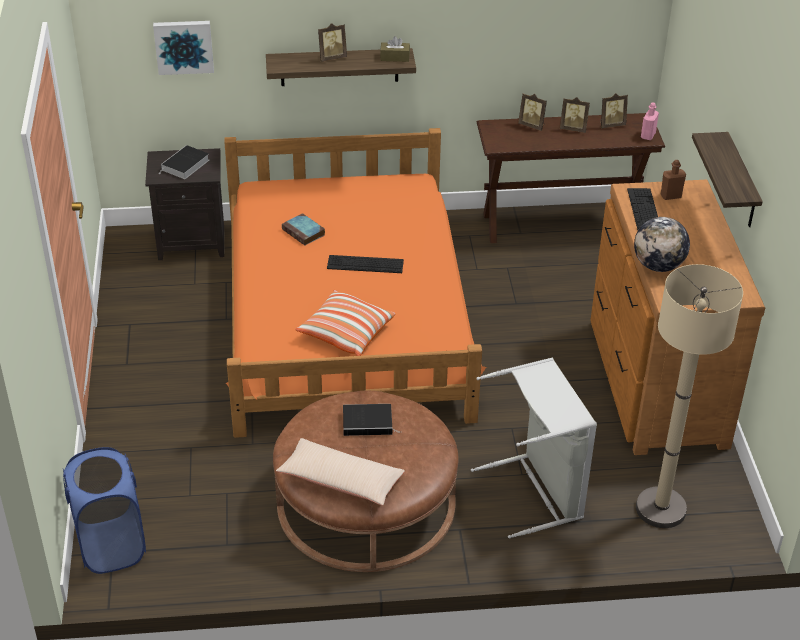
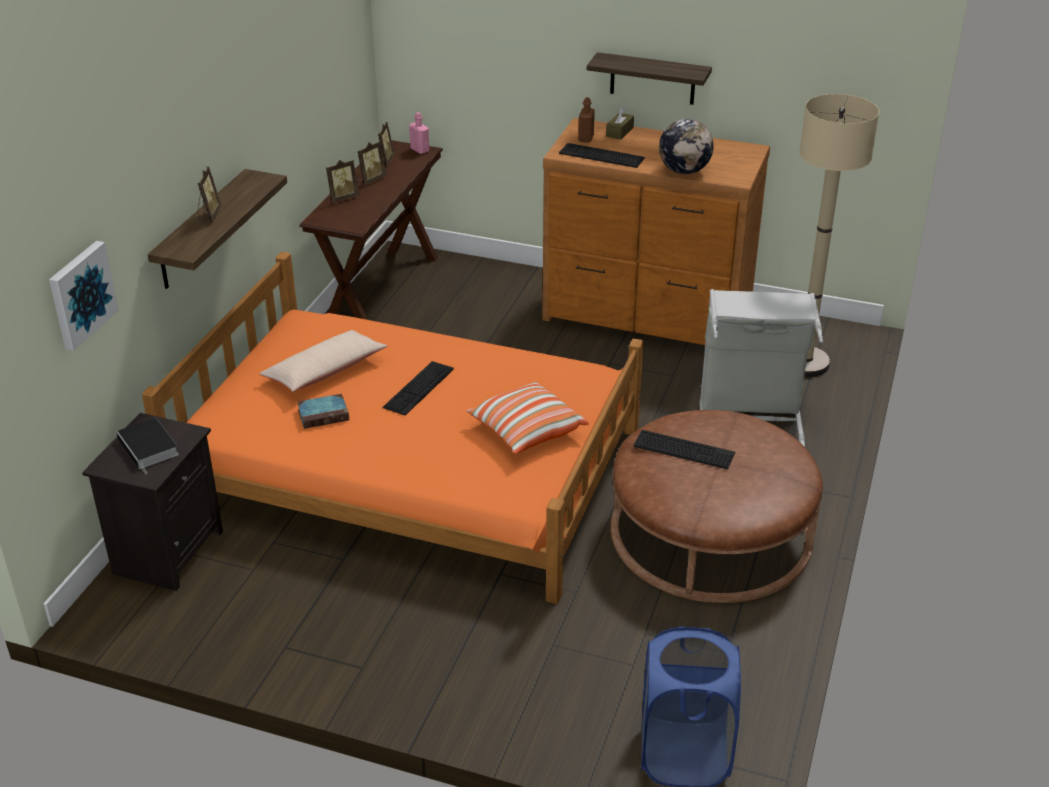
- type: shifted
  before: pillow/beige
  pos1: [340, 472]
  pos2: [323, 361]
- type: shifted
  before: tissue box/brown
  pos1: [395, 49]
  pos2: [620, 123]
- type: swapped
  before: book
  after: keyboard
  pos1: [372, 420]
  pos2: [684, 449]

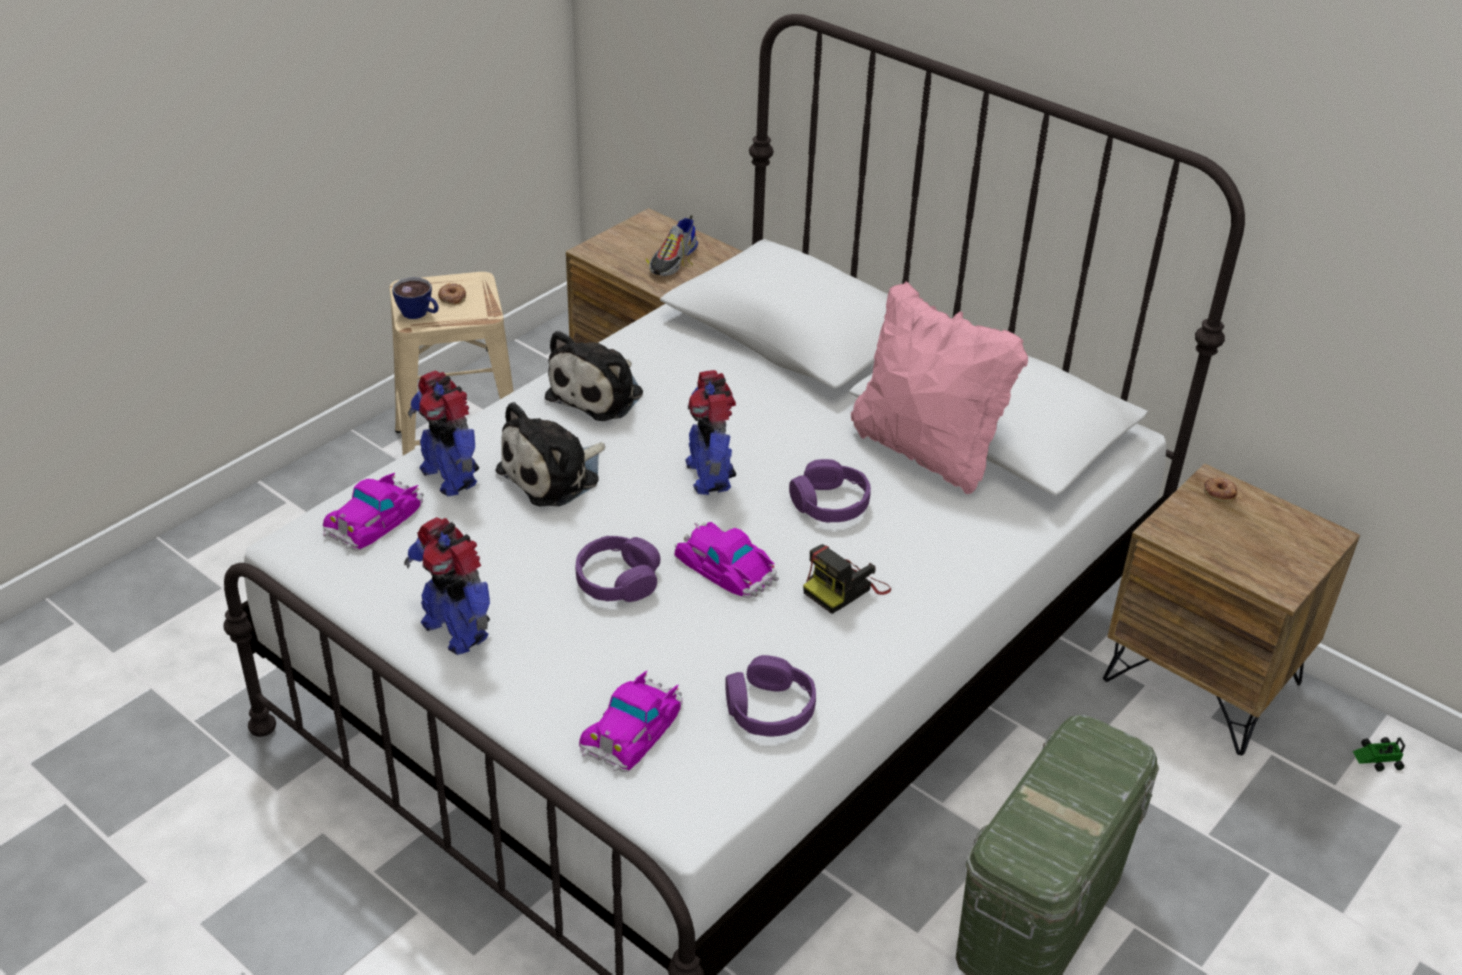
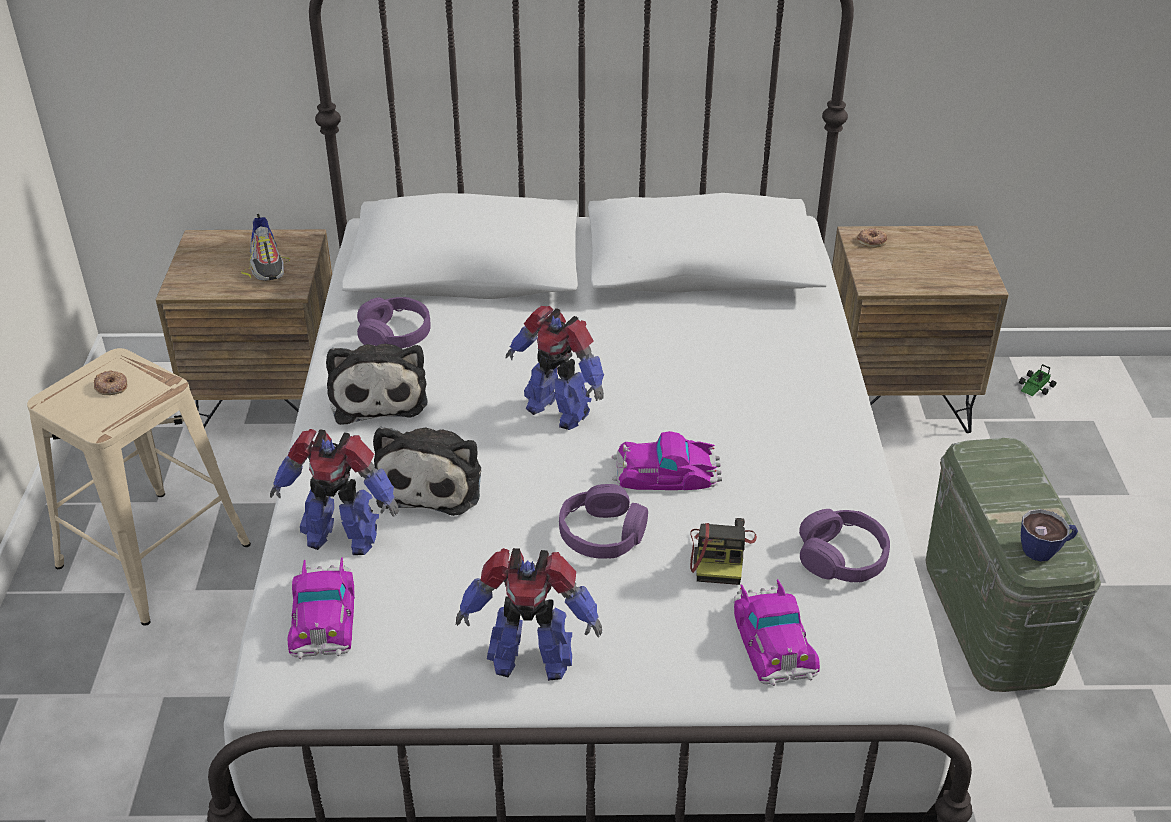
- type: shifted
  before: headphones/purple
  pos1: [830, 491]
  pos2: [394, 323]
- type: shifted
  before: photo camera
  pos1: [847, 579]
  pos2: [723, 551]
- type: shifted
  before: cup
  pos1: [415, 298]
  pos2: [1049, 535]
- type: gone
  before: pillow/pink
  pos1: [939, 387]

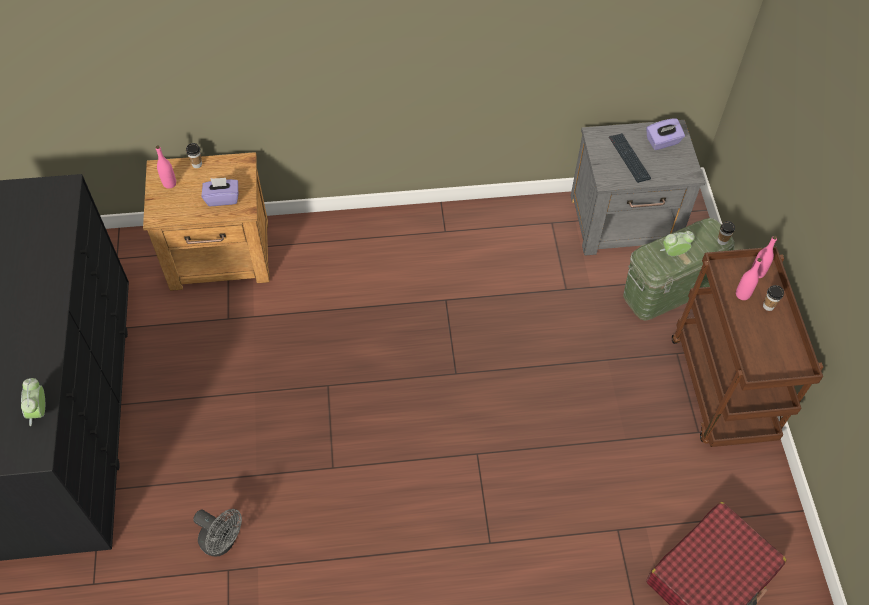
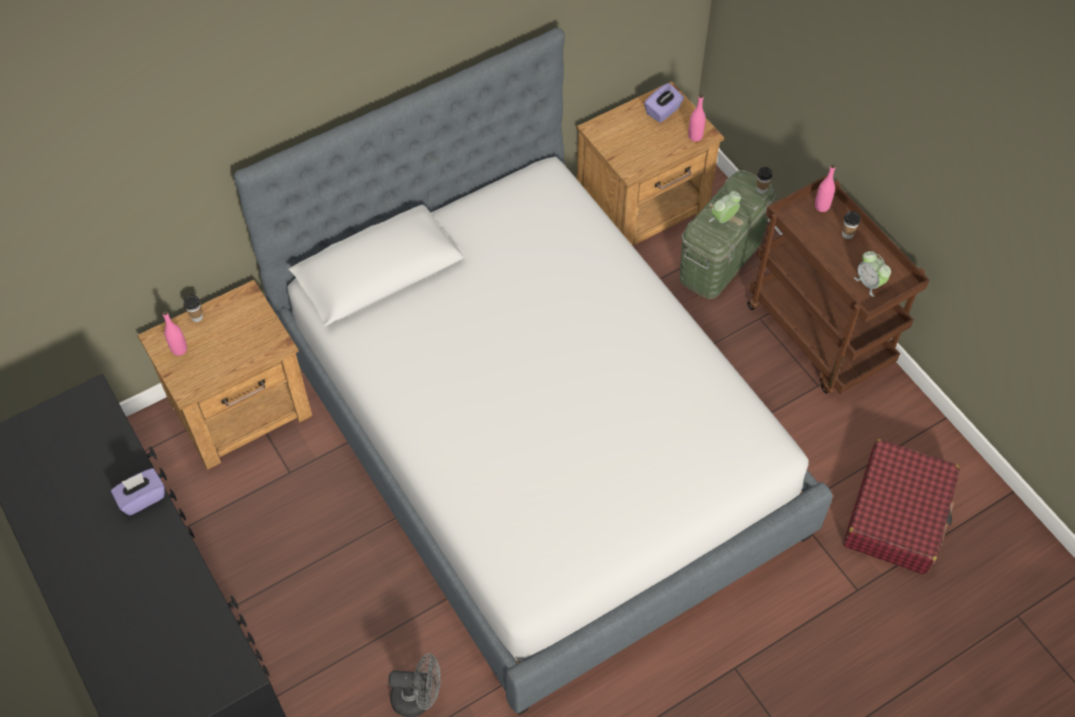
- type: shifted
  before: tissue box/purple
  pos1: [220, 192]
  pos2: [138, 492]
- type: new
  after: bed
  pos2: [533, 372]
- type: repainted
  before: nightstand/grey
  after: nightstand/brown
  pos1: [638, 188]
  pos2: [650, 164]
- type: shifted
  before: bottle/pink
  pos1: [749, 279]
  pos2: [697, 118]
- type: shifted
  before: alarm clock
  pos1: [33, 402]
  pos2: [872, 274]
- type: gone
  before: keyboard
  pos1: [630, 158]

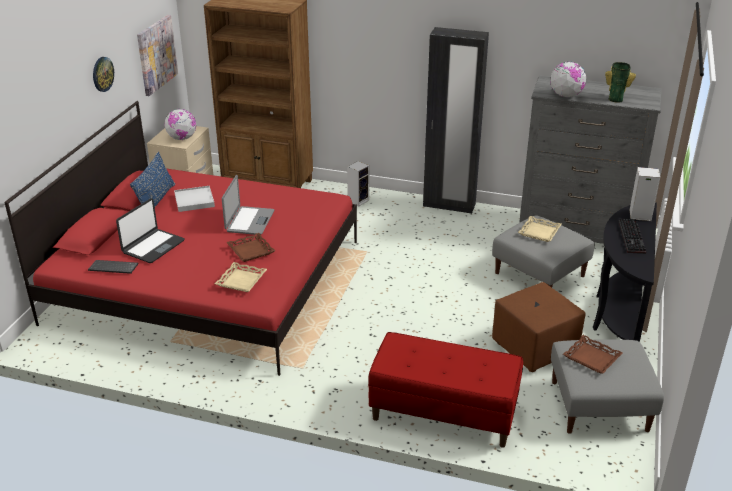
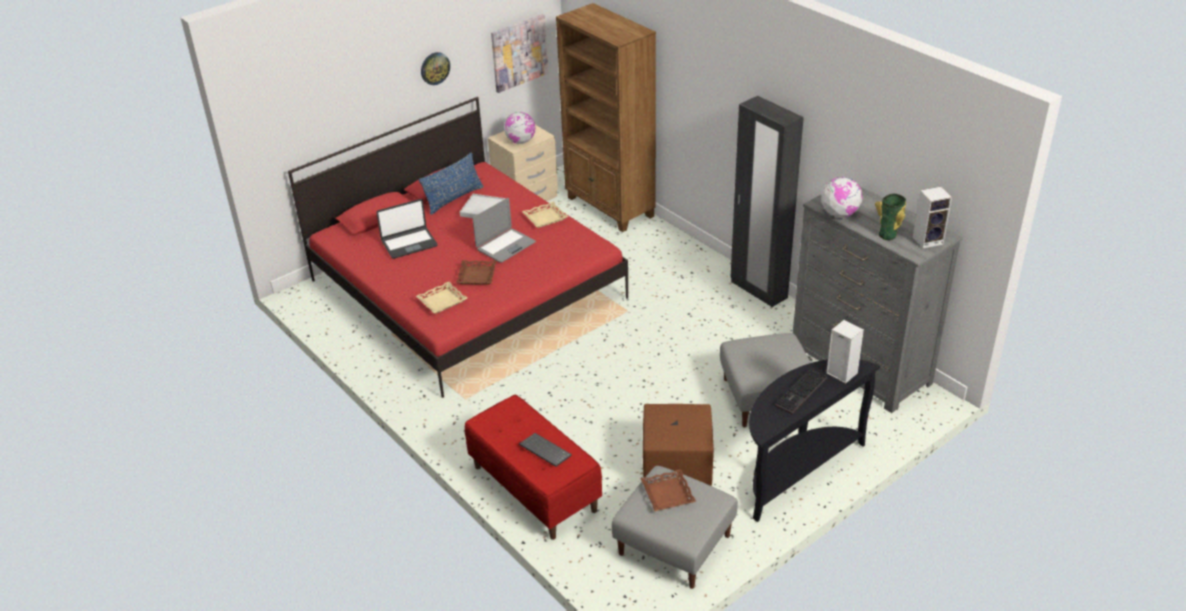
- type: shifted
  before: keyboard
  pos1: [113, 267]
  pos2: [545, 450]
- type: shifted
  before: tray/beige
  pos1: [540, 229]
  pos2: [545, 215]
- type: shifted
  before: speaker
  pos1: [358, 183]
  pos2: [932, 217]

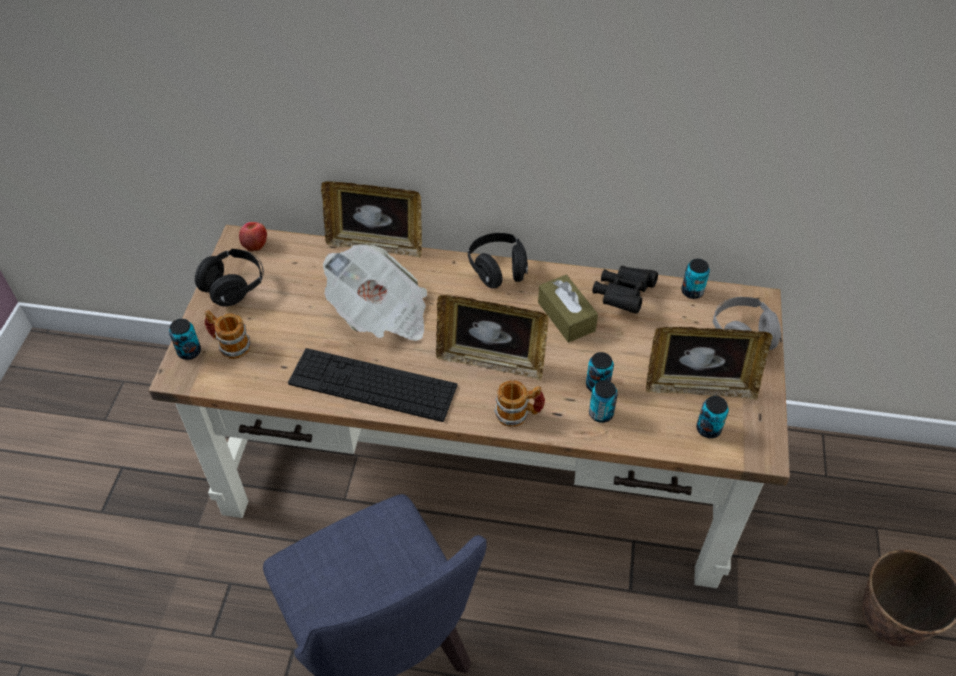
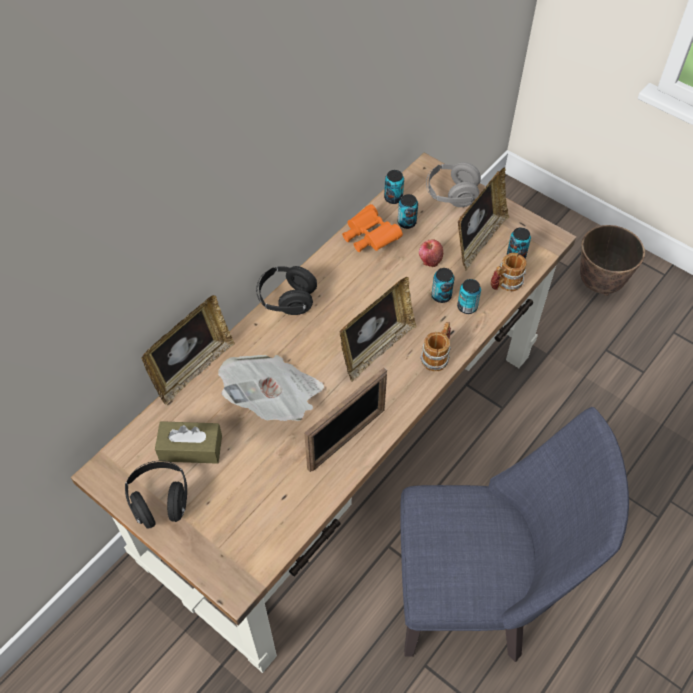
- type: shifted
  before: tissue box/brown
  pos1: [568, 308]
  pos2: [188, 442]
- type: swapped
  before: keyboard
  after: picture frame
  pos1: [373, 385]
  pos2: [345, 420]
- type: repainted
  before: binoculars/black
  after: binoculars/orange
  pos1: [625, 290]
  pos2: [372, 228]
- type: shifted
  before: can
  pos1: [185, 339]
  pos2: [407, 211]
- type: shifted
  before: apple
  pos1: [253, 237]
  pos2: [431, 253]
- type: shifted
  before: mug
  pos1: [228, 334]
  pos2: [509, 272]

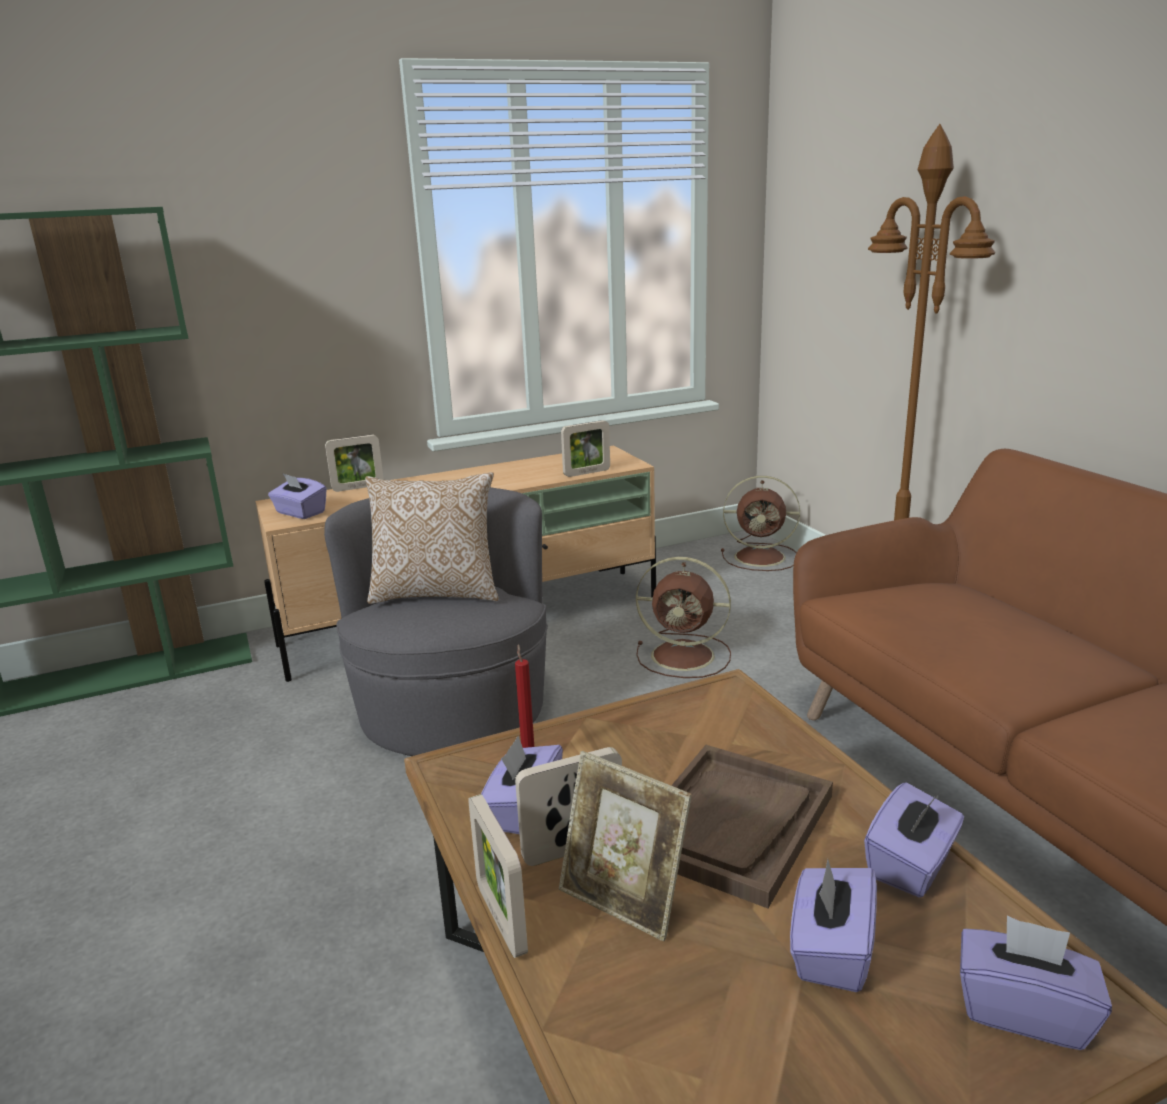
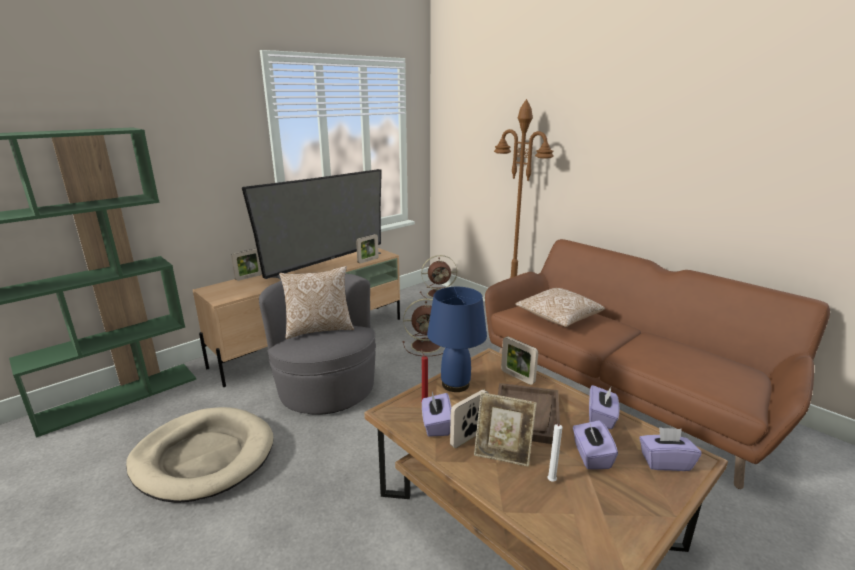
- type: new
  after: dog bed/beige
  pos2: [200, 455]
- type: new
  after: television
  pos2: [312, 224]
- type: new
  after: table lamp/blue
  pos2: [457, 339]
- type: shifted
  before: picture frame
  pos1: [498, 876]
  pos2: [519, 360]
- type: new
  after: pillow
  pos2: [560, 307]
- type: new
  after: candle/white
  pos2: [554, 452]
- type: gone
  before: tissue box/purple
  pos1: [297, 496]

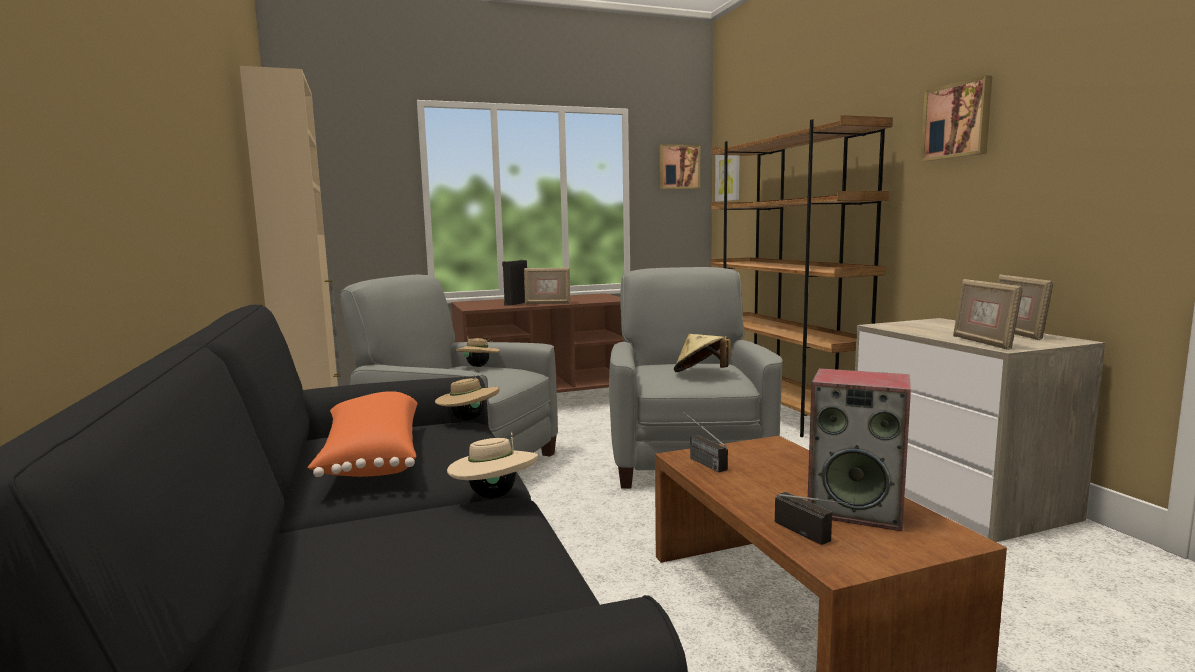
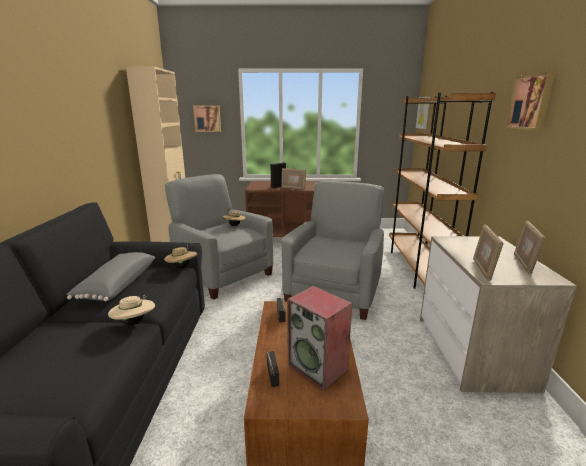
- type: repainted
  before: pillow/orange
  after: pillow/grey
  pos1: [362, 434]
  pos2: [110, 276]
- type: shifted
  before: picture
  pos1: [680, 166]
  pos2: [207, 118]
- type: gone
  before: hat/beige
  pos1: [702, 353]

